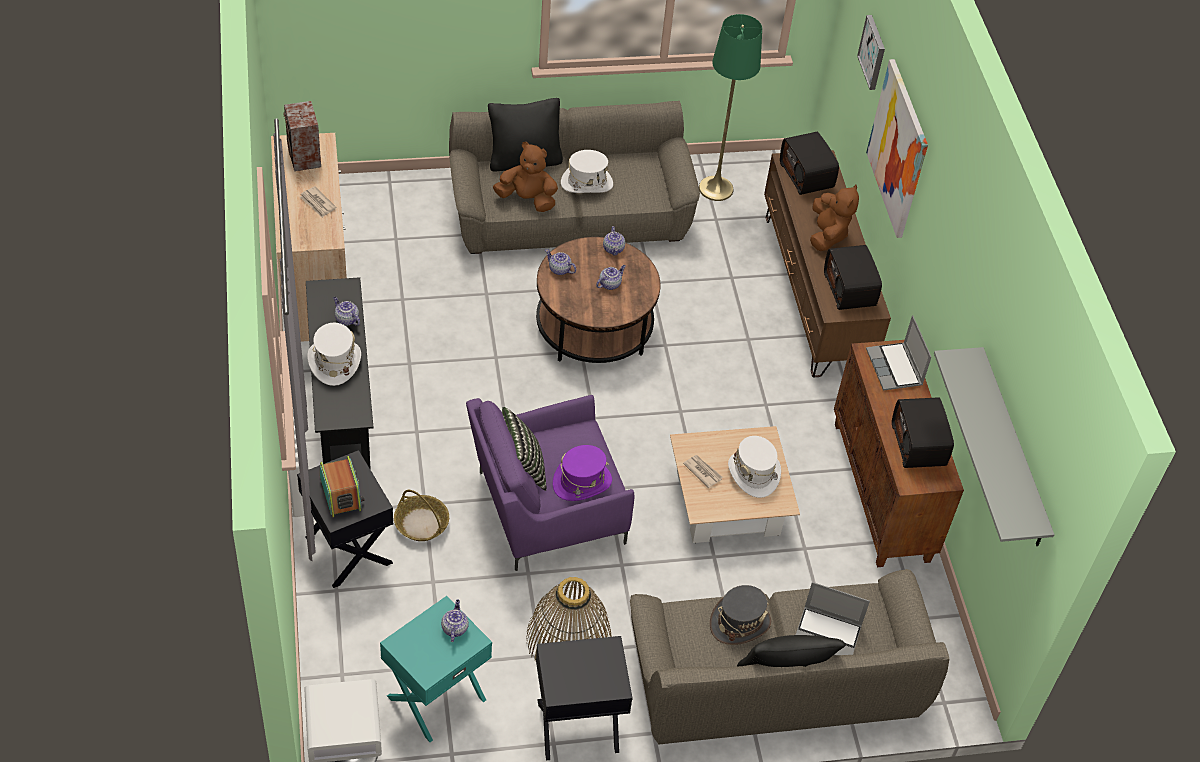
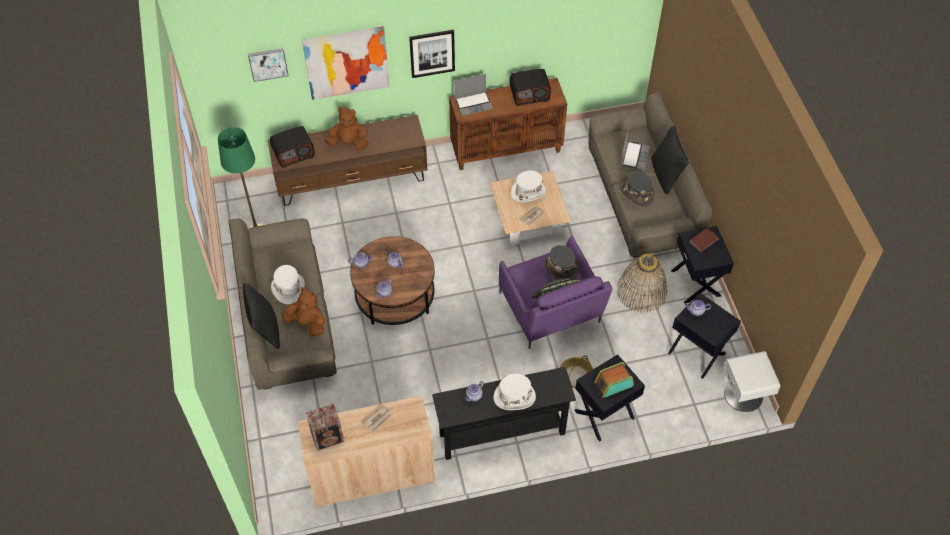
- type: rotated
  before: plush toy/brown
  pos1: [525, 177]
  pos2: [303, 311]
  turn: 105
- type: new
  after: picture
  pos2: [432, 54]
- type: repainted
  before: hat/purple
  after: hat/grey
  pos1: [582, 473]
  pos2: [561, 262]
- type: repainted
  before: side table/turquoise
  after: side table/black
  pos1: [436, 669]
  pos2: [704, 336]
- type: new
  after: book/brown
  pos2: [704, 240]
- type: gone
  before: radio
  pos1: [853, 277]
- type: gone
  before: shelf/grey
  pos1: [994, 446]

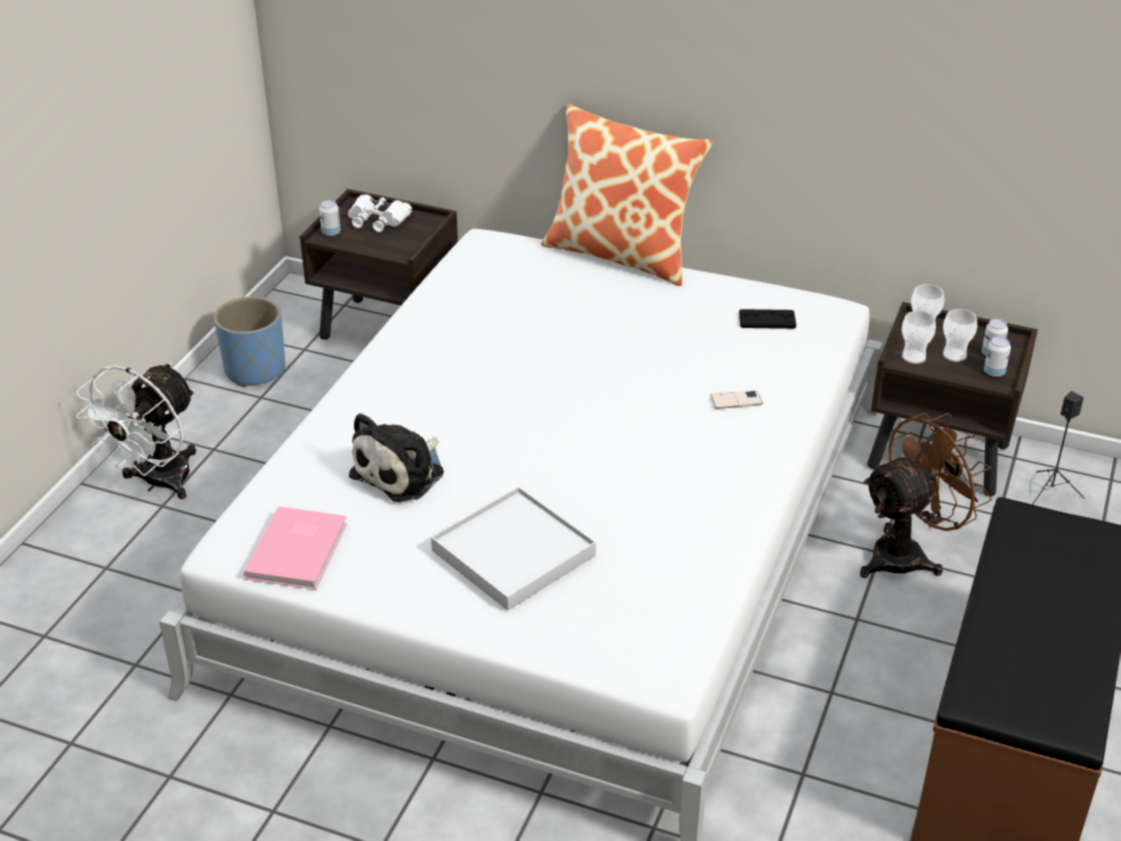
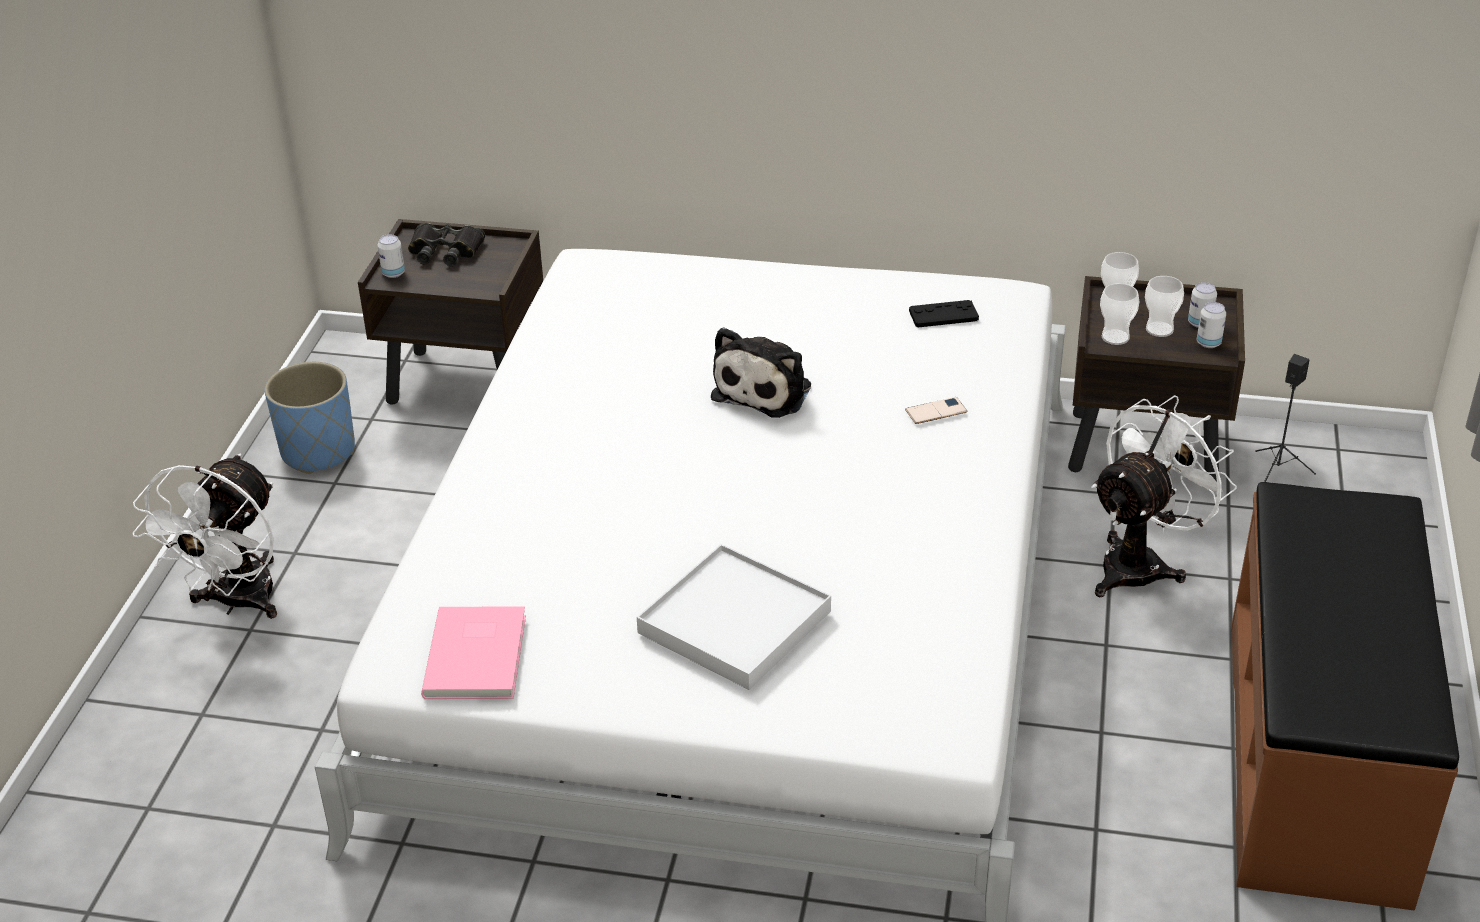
- type: repainted
  before: binoculars/white
  after: binoculars/black
  pos1: [379, 213]
  pos2: [446, 244]
- type: shifted
  before: plush toy
  pos1: [396, 457]
  pos2: [761, 372]
- type: repainted
  before: fan/brown
  after: fan/white
  pos1: [926, 495]
  pos2: [1164, 496]
- type: gone
  before: pillow
  pos1: [627, 195]

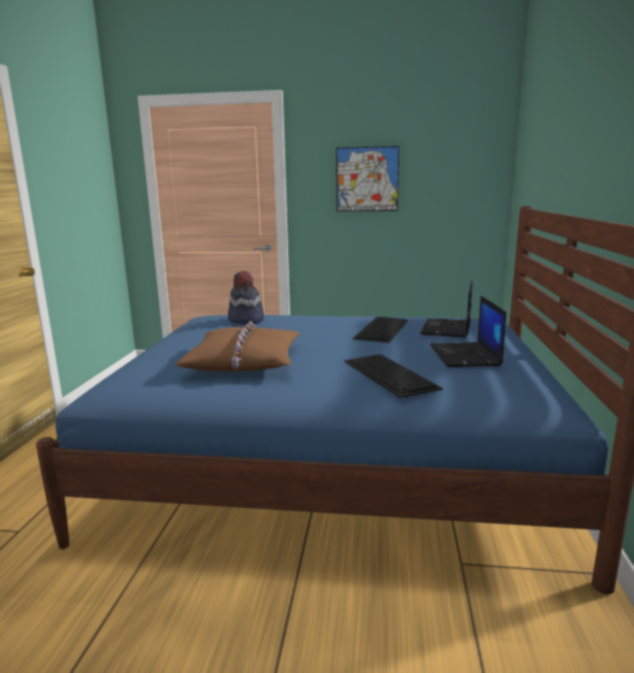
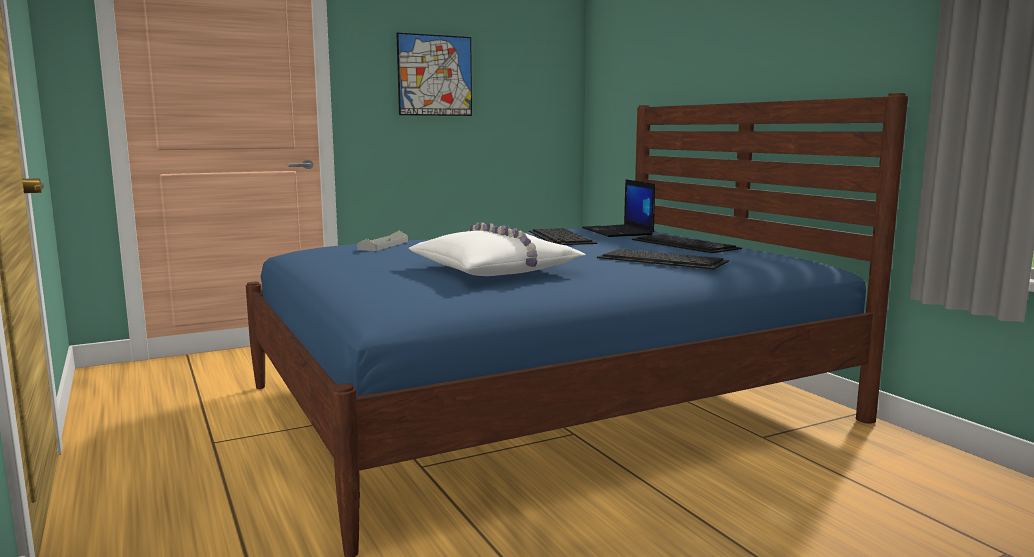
- type: swapped
  before: hat
  after: tray/grey
  pos1: [246, 297]
  pos2: [382, 241]
- type: repainted
  before: pillow/brown
  after: pillow/white
  pos1: [238, 346]
  pos2: [497, 249]
- type: swapped
  before: laptop
  after: keyboard
  pos1: [468, 331]
  pos2: [687, 243]

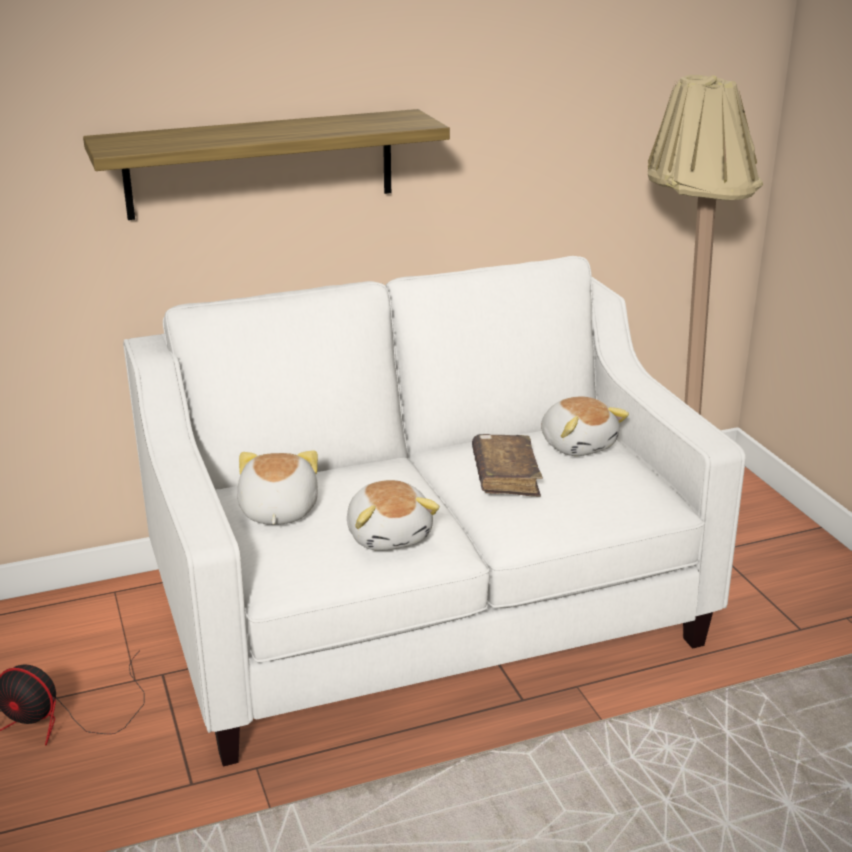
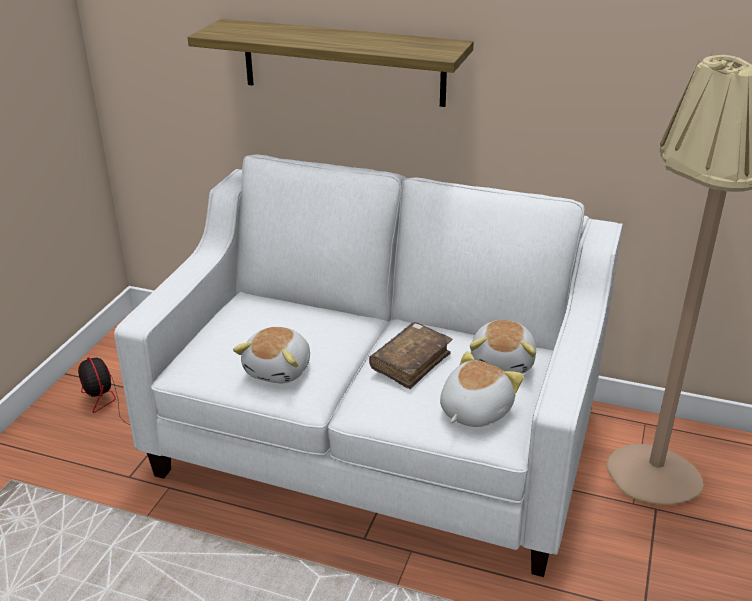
- type: shifted
  before: plush toy
  pos1: [277, 487]
  pos2: [482, 389]

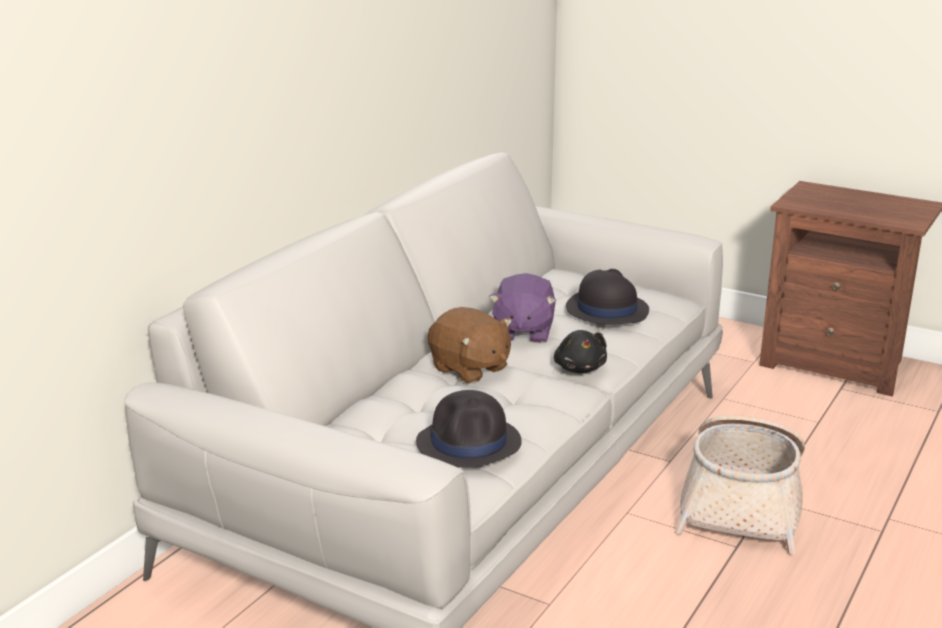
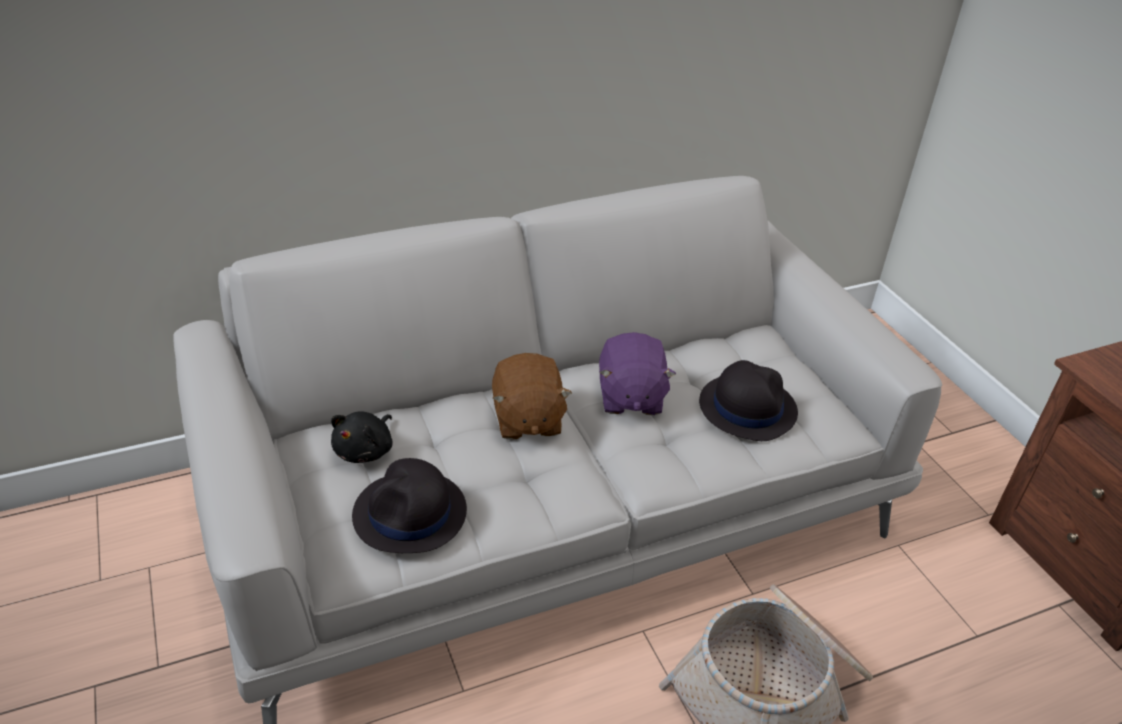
- type: shifted
  before: plush toy/black
  pos1: [580, 351]
  pos2: [362, 437]
- type: rotated
  before: plush toy/purple
  pos1: [522, 308]
  pos2: [637, 373]
  turn: -45

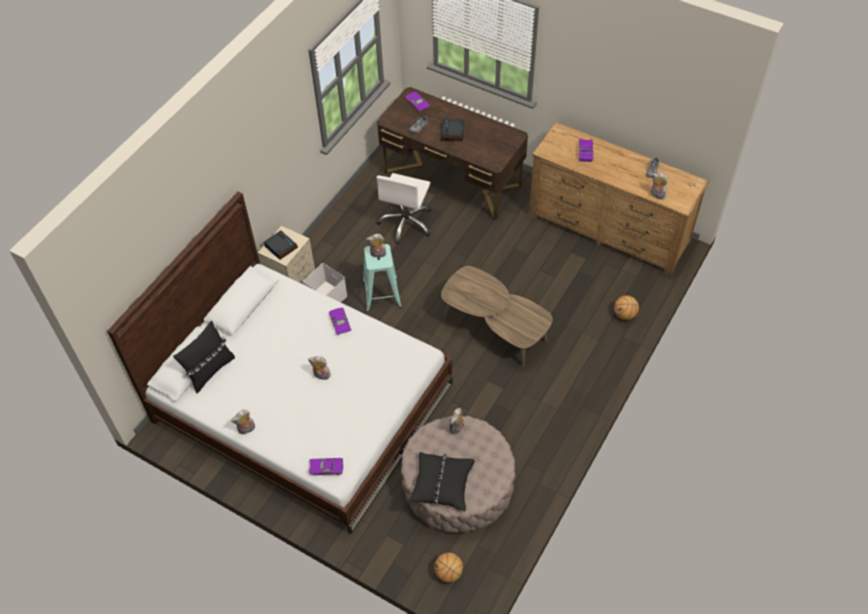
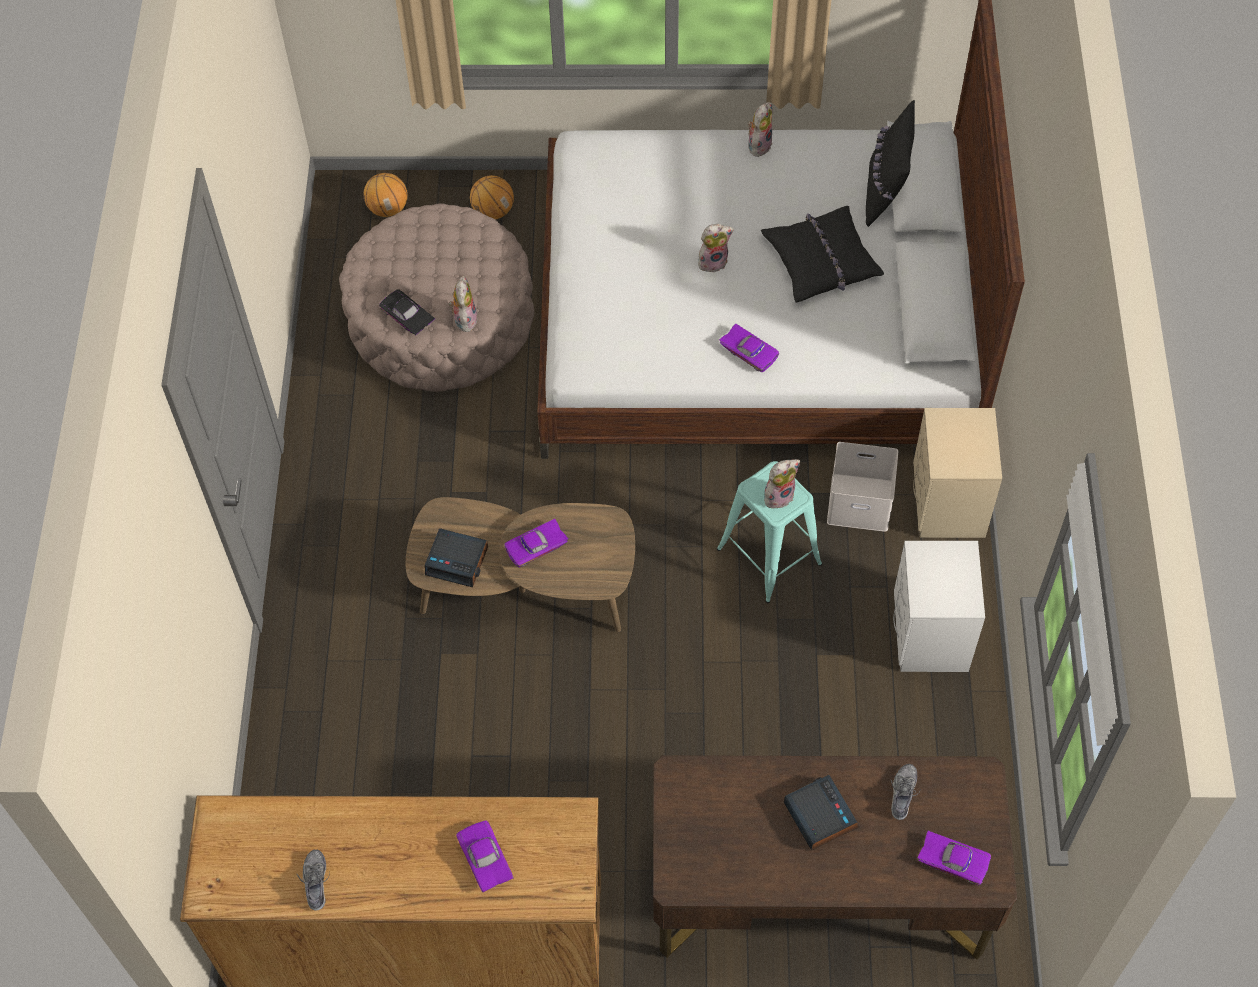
- type: new
  after: toy car/black
  pos2: [407, 312]
- type: shifted
  before: alarm clock
  pos1: [281, 245]
  pos2: [456, 557]
- type: shifted
  before: basketball
  pos1: [626, 307]
  pos2: [492, 197]
- type: shifted
  before: toy car/purple
  pos1: [326, 466]
  pos2: [536, 543]
- type: shifted
  before: pillow/black
  pos1: [442, 481]
  pos2: [822, 254]
- type: new
  after: nightstand/white
  pos2: [939, 606]
- type: gone
  before: office chair/white
  pos1: [403, 209]
- type: gone
  before: plush toy
  pos1: [659, 186]

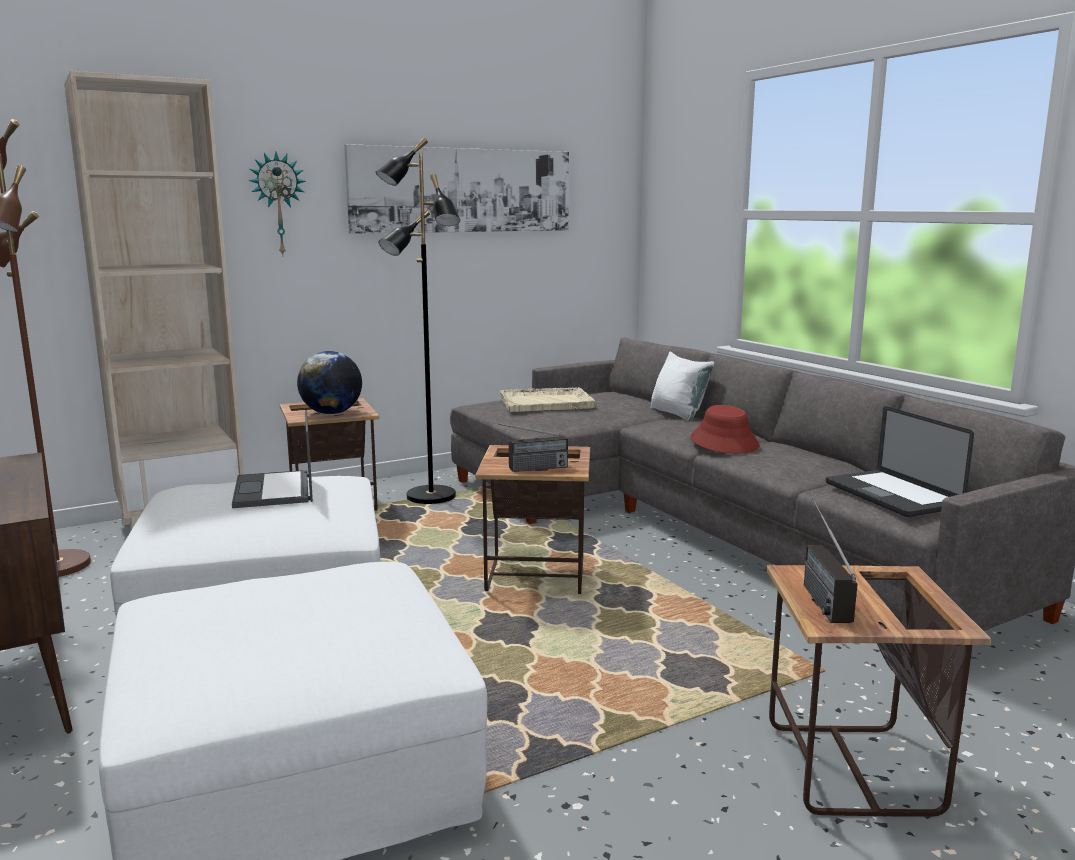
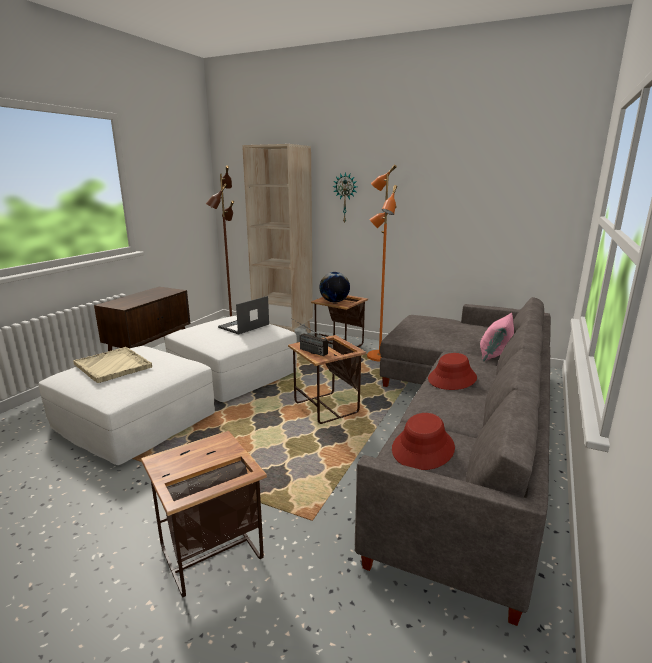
- type: shifted
  before: tray/beige
  pos1: [548, 399]
  pos2: [112, 365]
- type: repainted
  before: floor lamp/black
  after: floor lamp/orange
  pos1: [418, 320]
  pos2: [382, 263]
- type: swapped
  before: laptop
  after: hat/red
  pos1: [900, 461]
  pos2: [423, 441]
- type: repainted
  before: pillow/white
  after: pillow/pink
  pos1: [682, 386]
  pos2: [497, 337]
- type: gone
  before: picture
  pos1: [456, 189]
- type: gone
  before: radio
  pos1: [830, 560]

